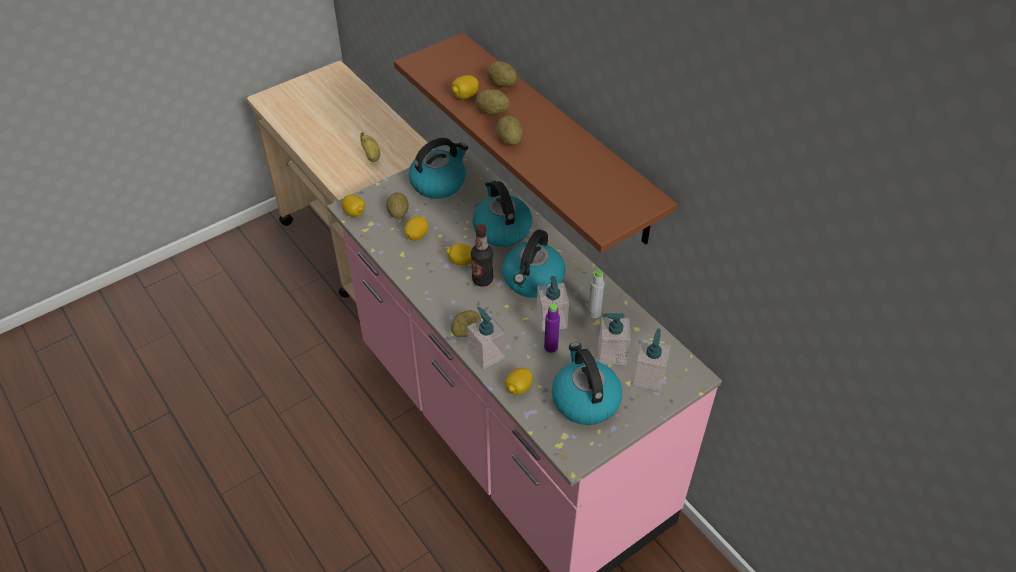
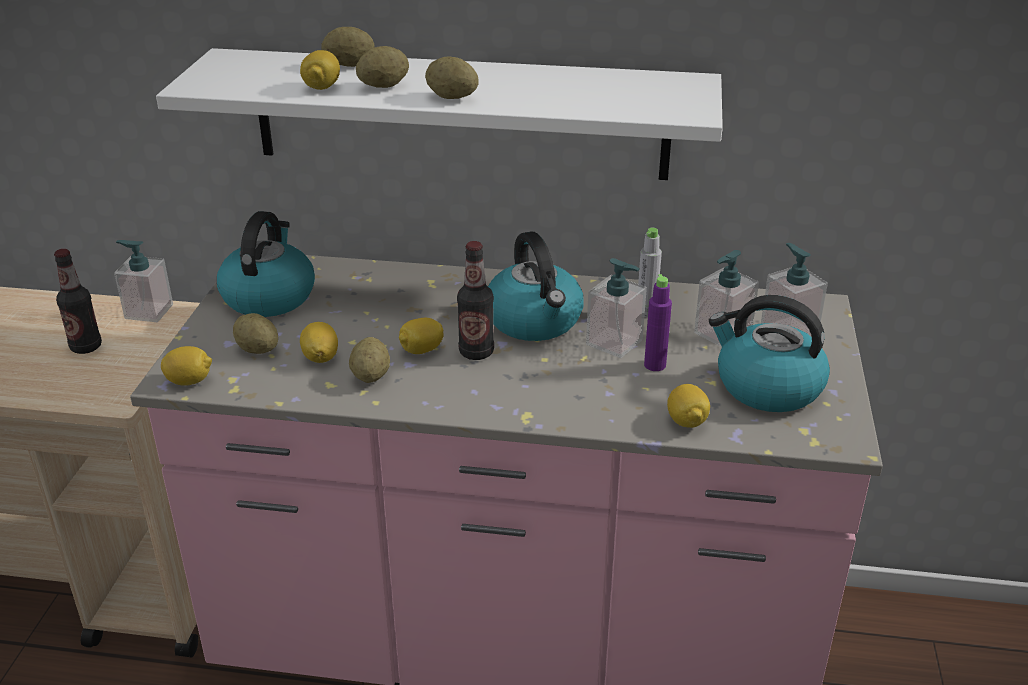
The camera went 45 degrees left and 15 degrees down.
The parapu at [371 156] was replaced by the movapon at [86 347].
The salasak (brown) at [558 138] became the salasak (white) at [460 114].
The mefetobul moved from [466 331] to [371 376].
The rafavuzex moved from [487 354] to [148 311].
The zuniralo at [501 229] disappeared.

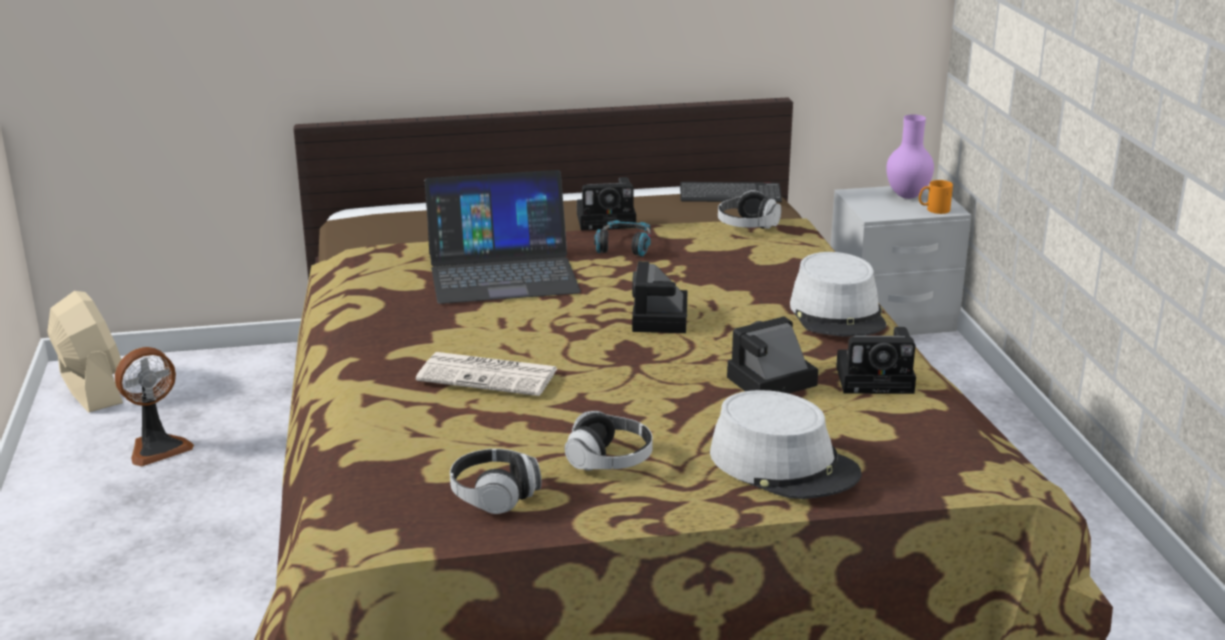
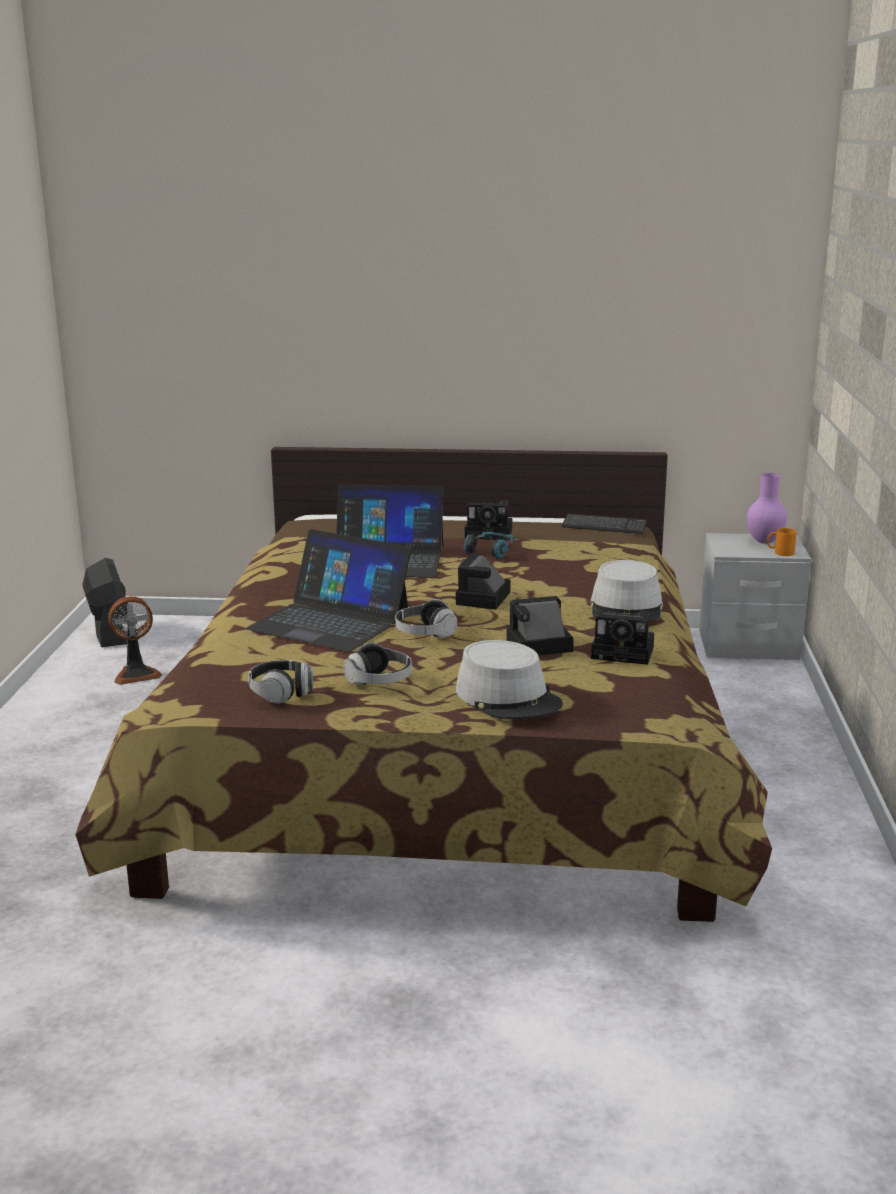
The camera went 15 degrees right and 5 degrees down.
The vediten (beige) at [91 388] became the vediten (black) at [111 632].
The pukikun at [490 375] was replaced by the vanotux at [330 621].
The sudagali moved from [747 226] to [425 634].

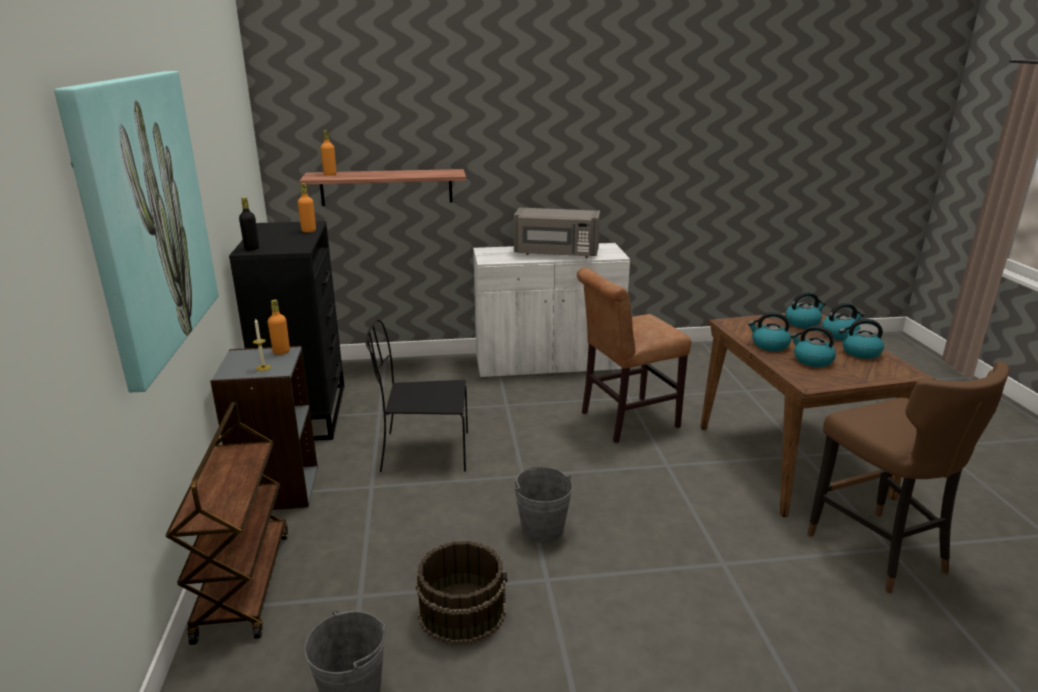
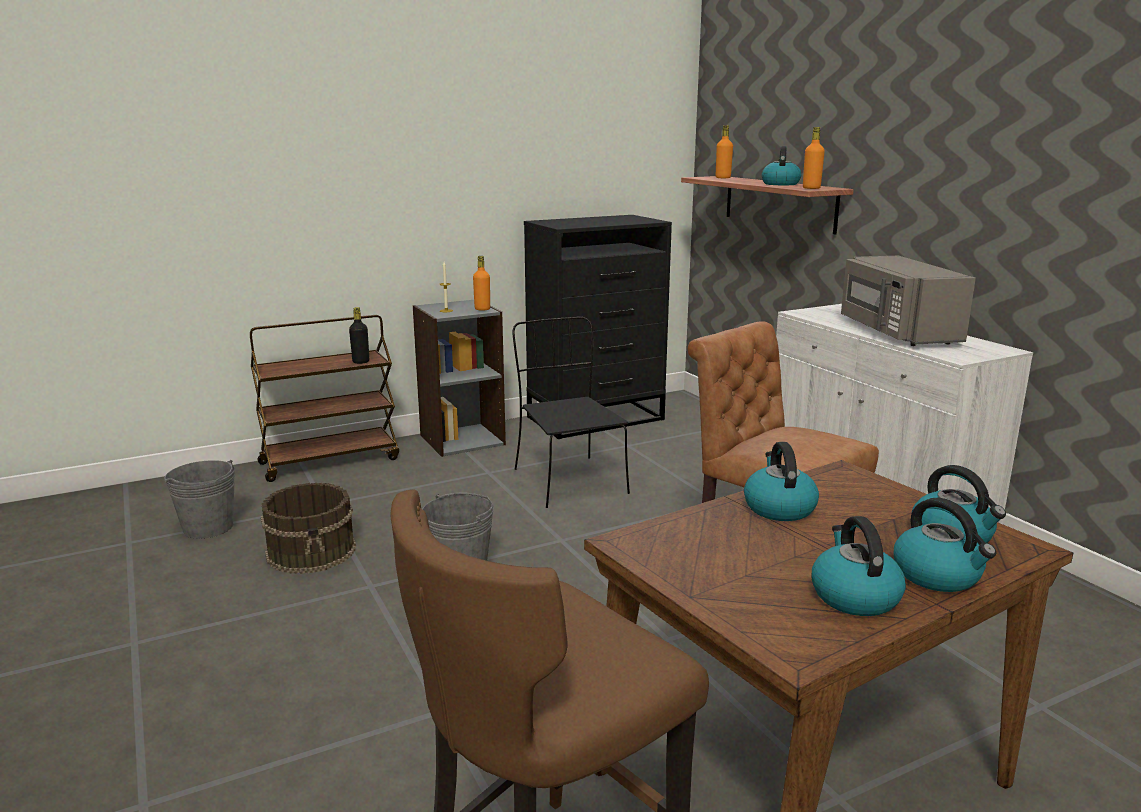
The camera went 70 degrees right and 5 degrees down.
The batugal at [146 217] disappeared.
The movapon (black) moved from [251 248] to [361 362].
The movapon (orange) moved from [309 231] to [811 188].
The zuniralo moved from [812 360] to [780 184].

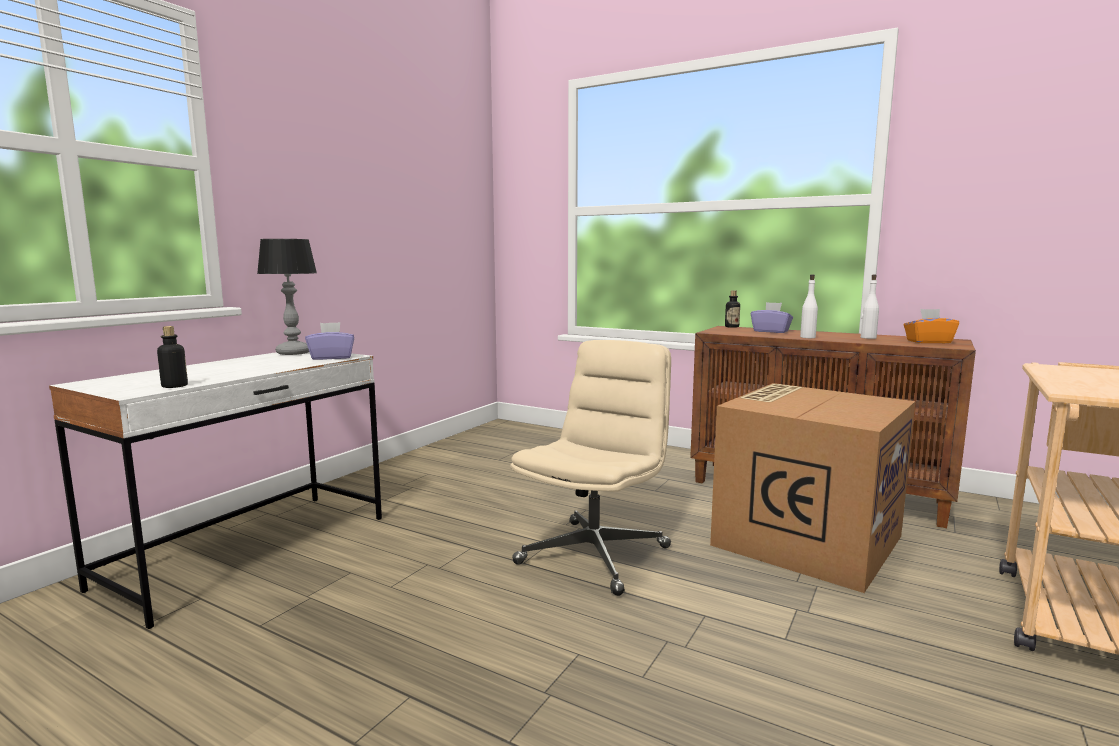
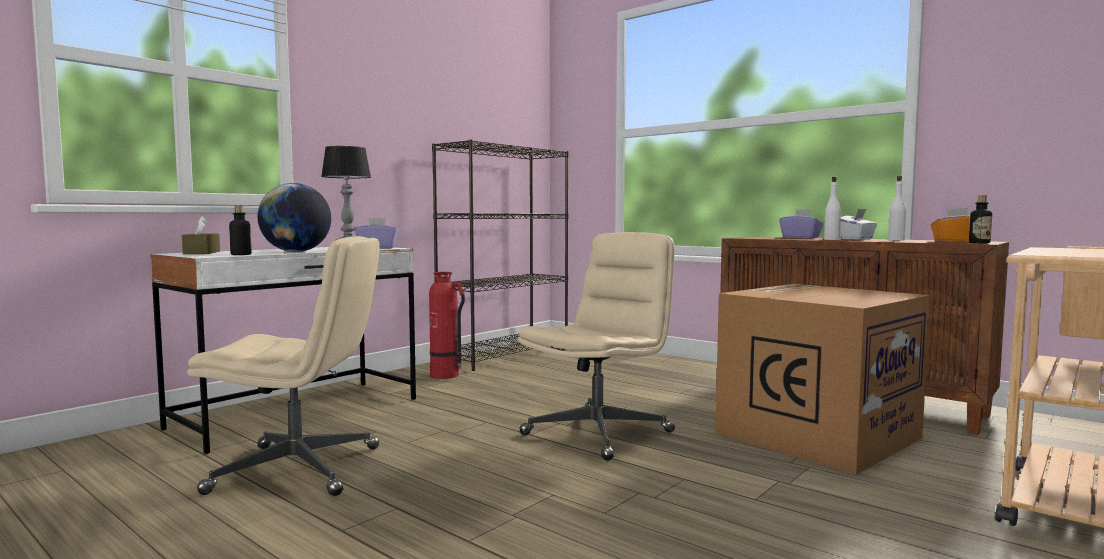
The camera went 10 degrees right and 5 degrees down.
The movapon moved from [731 327] to [979 243].
The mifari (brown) at [202 253] appeared.
The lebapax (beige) at [299 469] appeared.
The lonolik at [296 252] appeared.
The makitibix at [445 375] appeared.
The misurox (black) at [505 354] appeared.
The mifari (white) at [857 239] appeared.

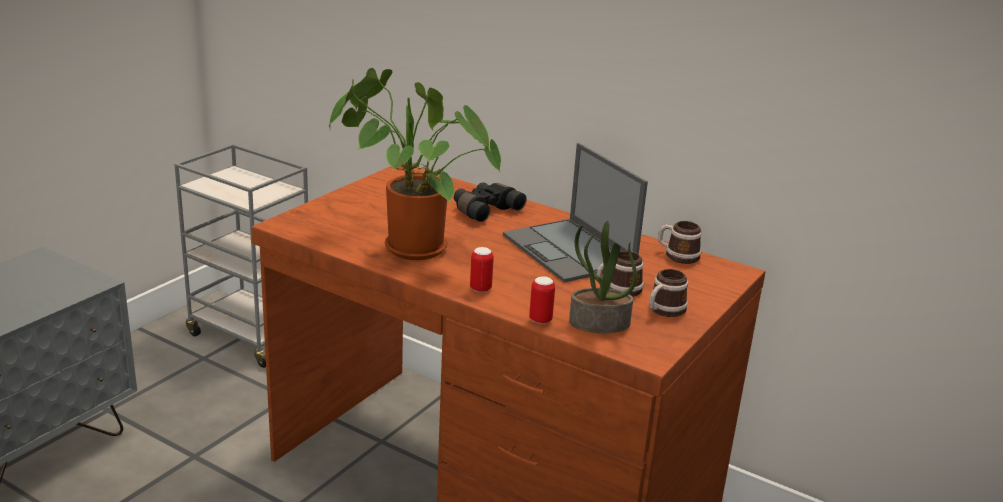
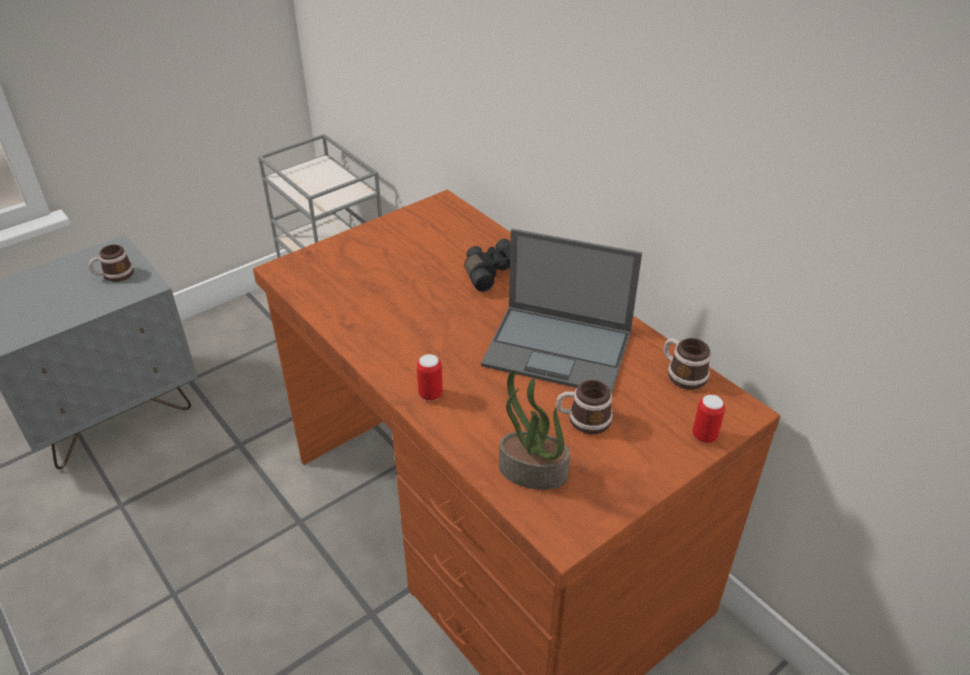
The camera went 20 degrees right and 15 degrees up.
The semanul at [408 248] disappeared.
The vanotux at [570 251] turned 60 degrees counterclockwise.
The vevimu moved from [540 320] to [704 436].
The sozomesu moved from [663 310] to [114 275].

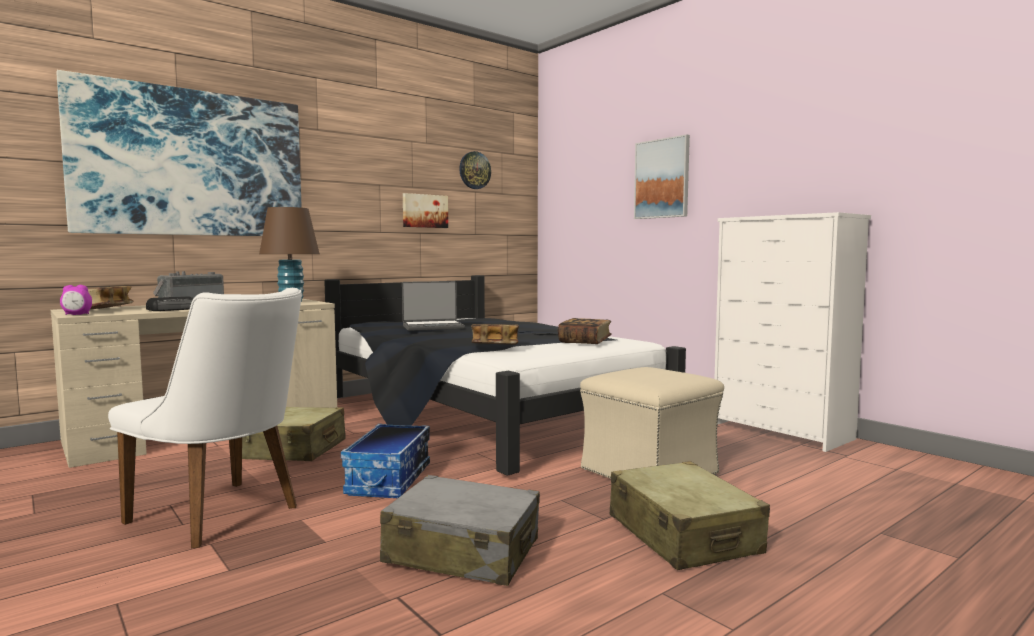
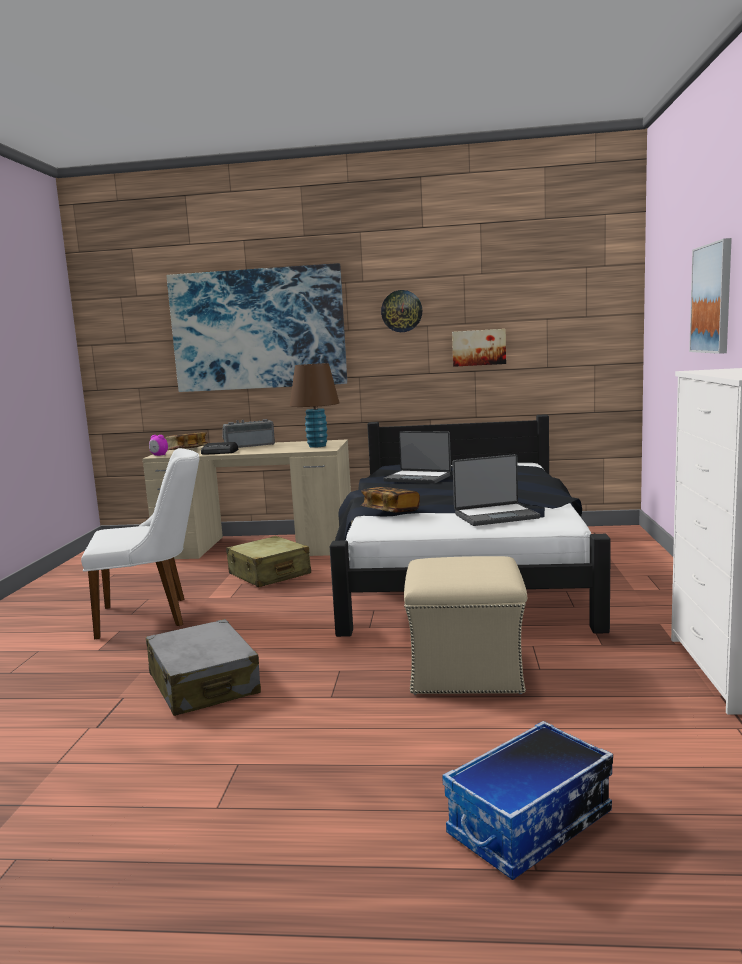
The camera went 45 degrees right and 5 degrees up.
The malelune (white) at [224 517] turned 90 degrees counterclockwise.
The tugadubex moved from [390 480] to [530 825].
The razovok moved from [474 170] to [401 311].
The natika at [584 342] was replaced by the vanotux at [495 516].
The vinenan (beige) at [683 535] disappeared.

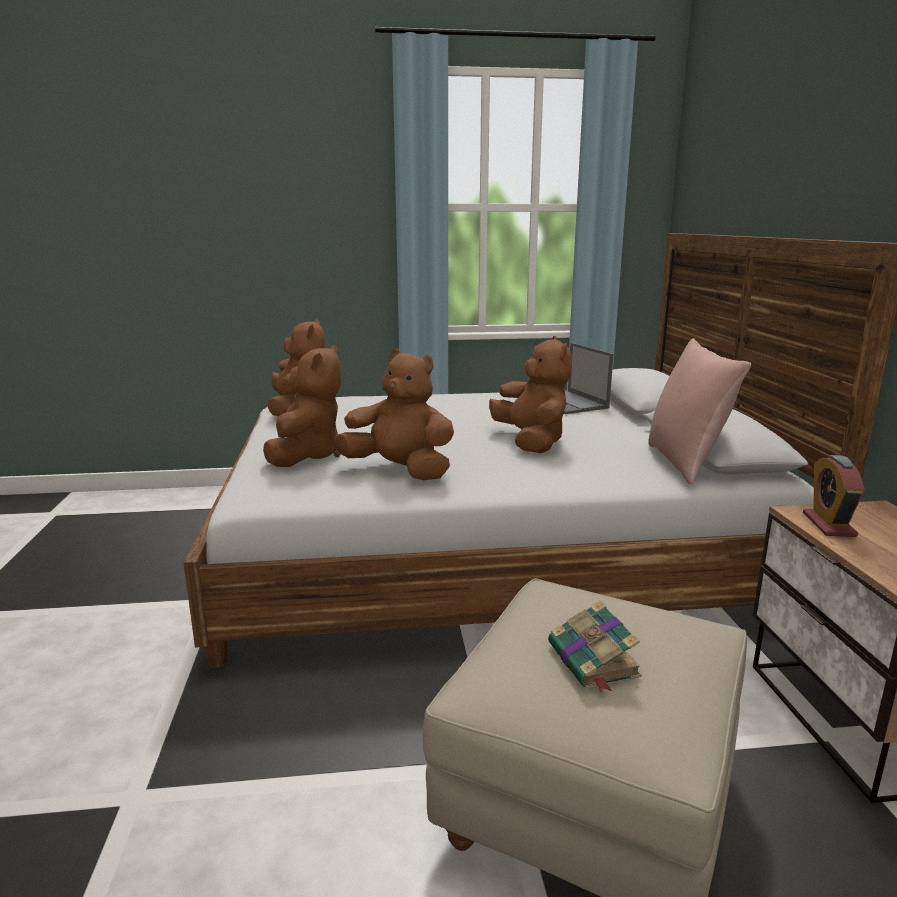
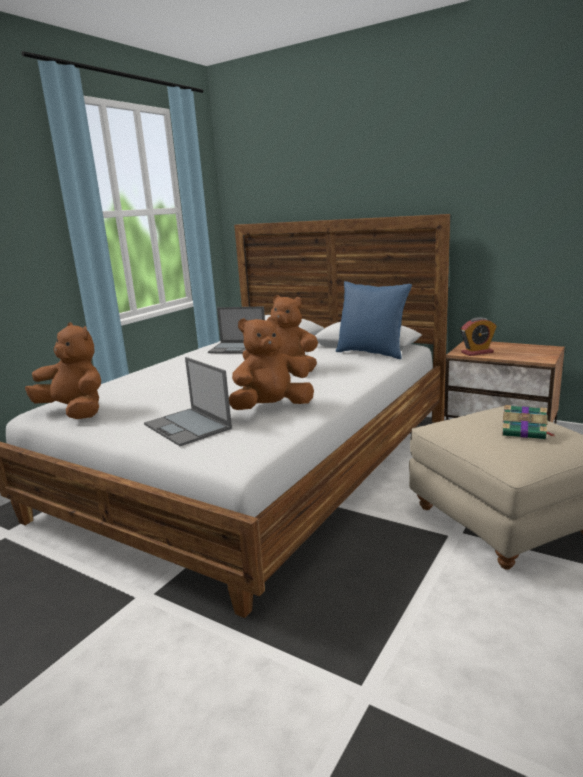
The camera went 50 degrees left and 0 degrees up.
The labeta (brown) at [306 455] was replaced by the vanotux at [188 427].
The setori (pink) at [685 463] became the setori (blue) at [372 353].
The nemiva at [828 524] turned 60 degrees counterclockwise.

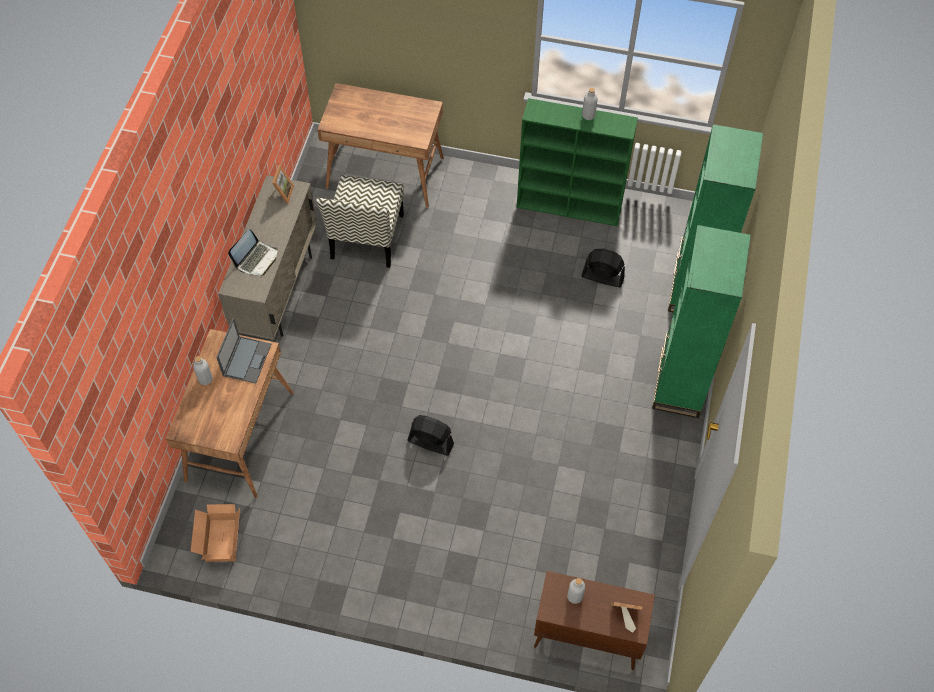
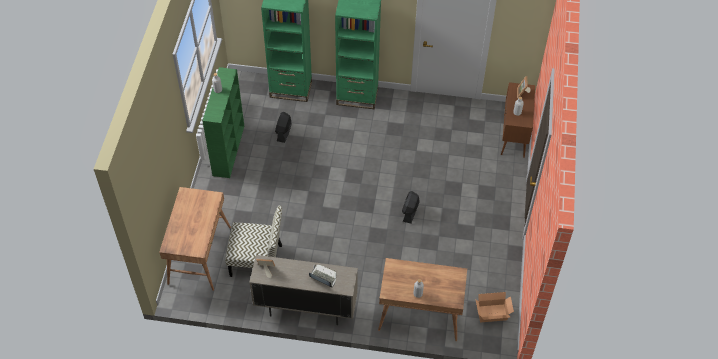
The camera went 95 degrees left and 5 degrees down.
The vanotux at [247 359] disappeared.

